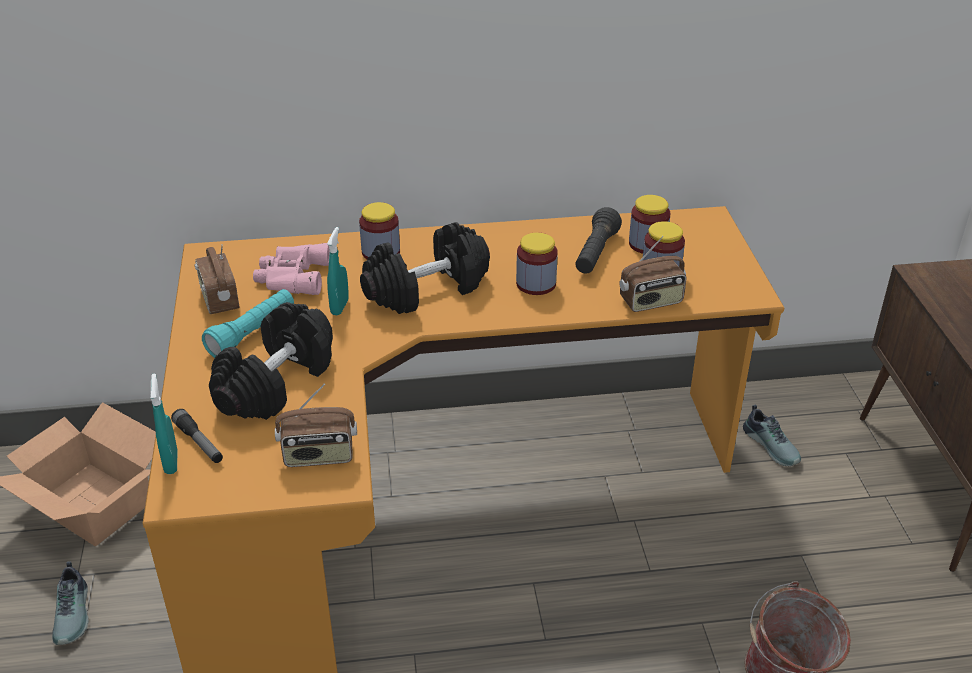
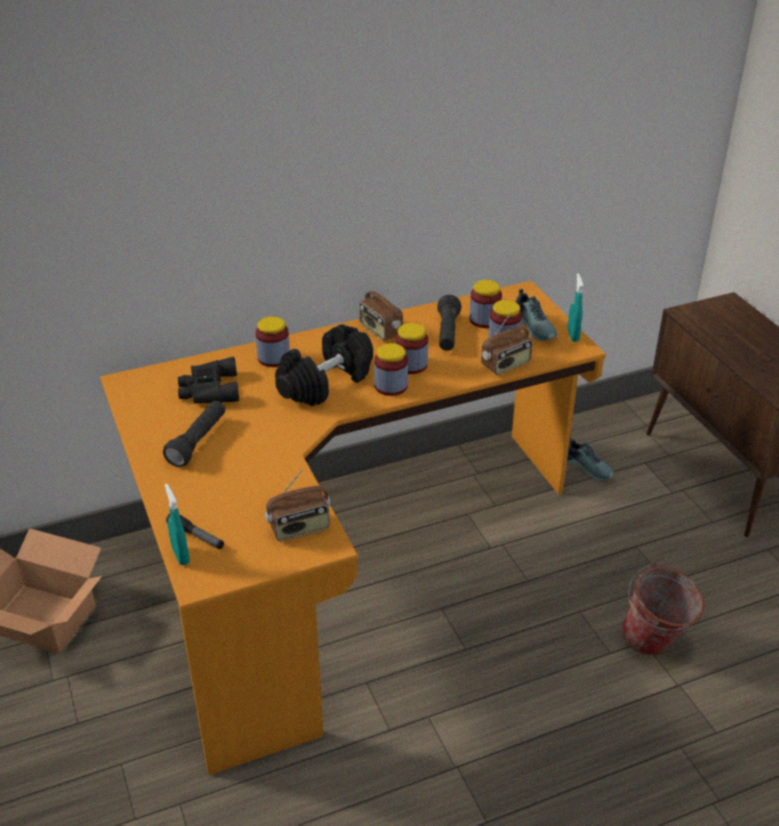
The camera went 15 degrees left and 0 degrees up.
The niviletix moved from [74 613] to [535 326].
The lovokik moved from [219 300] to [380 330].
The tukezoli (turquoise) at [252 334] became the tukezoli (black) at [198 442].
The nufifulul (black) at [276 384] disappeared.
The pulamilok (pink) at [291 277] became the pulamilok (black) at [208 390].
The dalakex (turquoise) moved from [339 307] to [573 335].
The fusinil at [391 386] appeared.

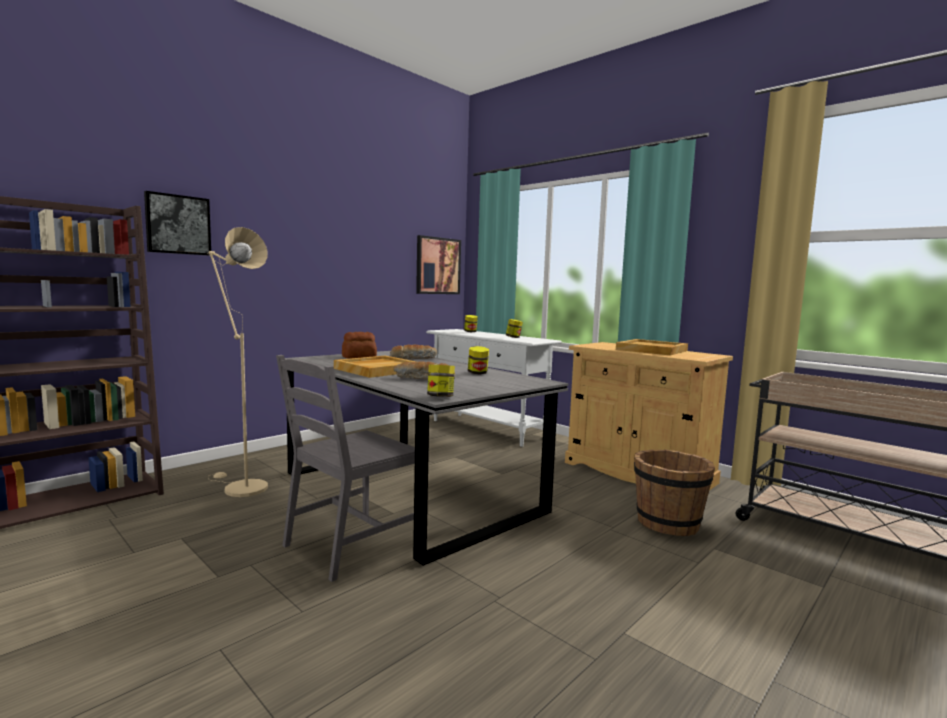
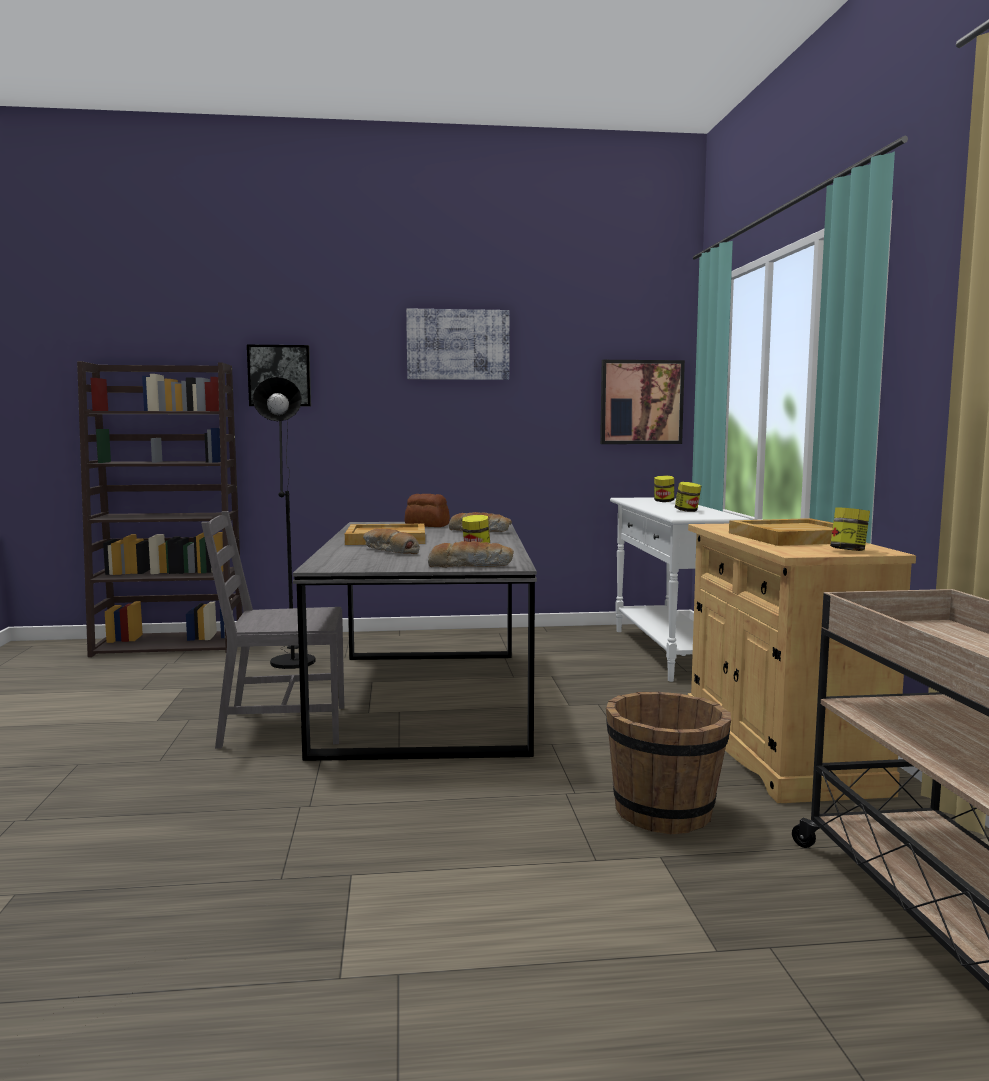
The camera went 40 degrees right and 0 degrees up.
The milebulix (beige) at [240 487] became the milebulix (black) at [291 660].
The fusinil moved from [440 397] to [848 551].
The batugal at [458 344] appeared.
The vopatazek at [471 566] appeared.

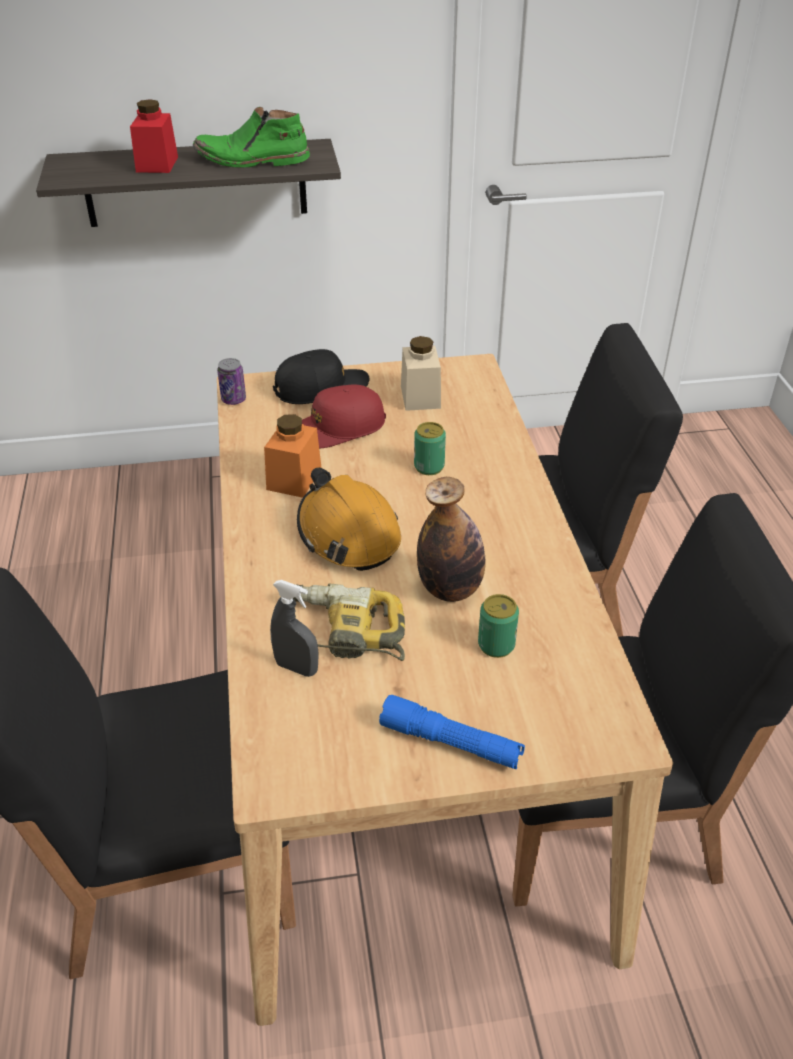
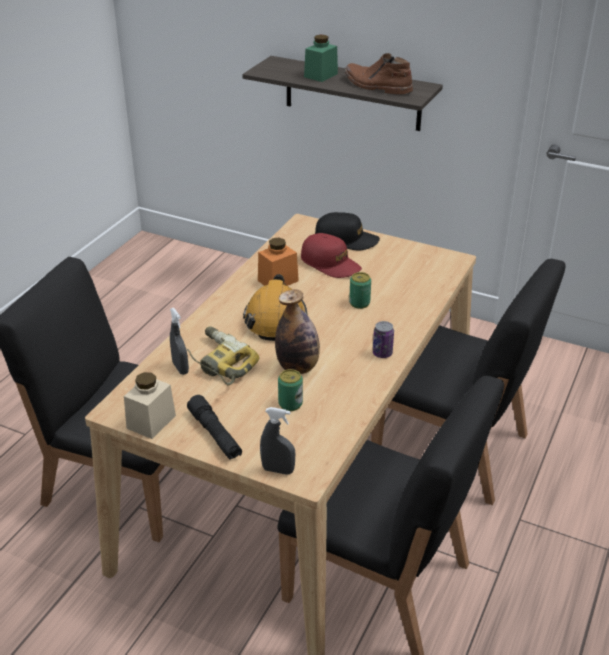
The camera went 35 degrees right and 5 degrees down.
The fusinil (red) at [157 164] became the fusinil (green) at [321 75].
The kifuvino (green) at [252 160] became the kifuvino (brown) at [376 86].
The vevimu moved from [233 400] to [382 353].
The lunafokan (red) at [336 428] turned 150 degrees counterclockwise.
The tukezoli (blue) at [451 743] became the tukezoli (black) at [215 435].
The fusinil (beige) moved from [420 397] to [151 422].
The dalakex (grey) at [278 470] appeared.

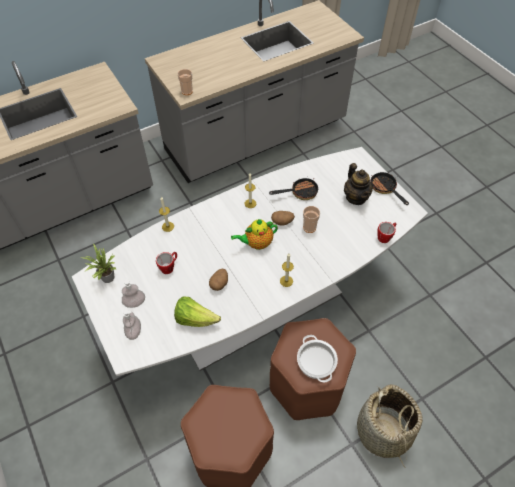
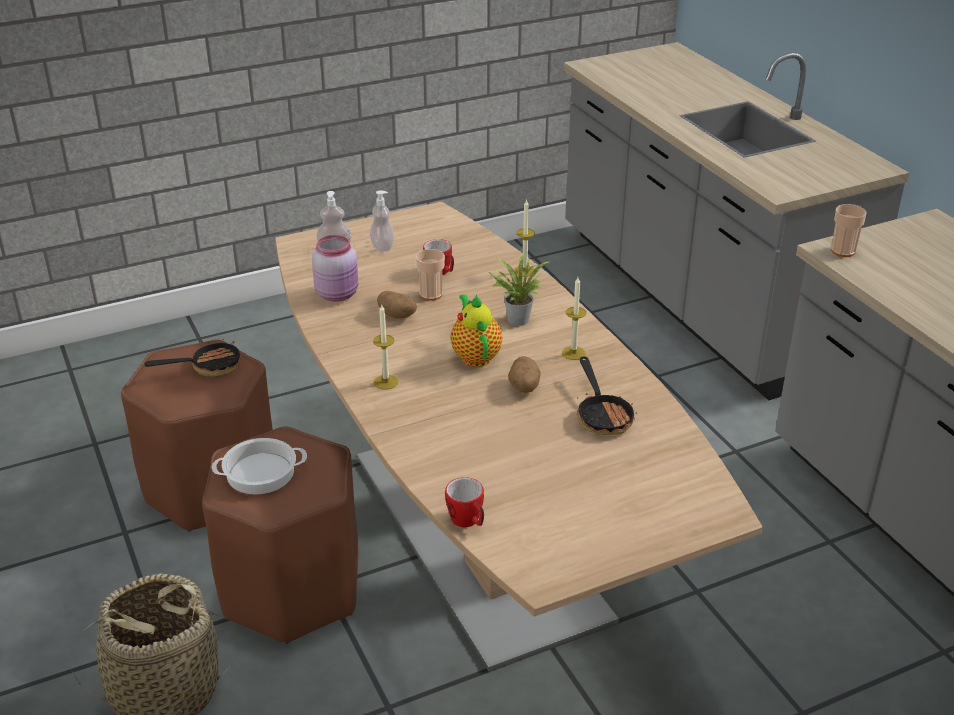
The camera went 95 degrees right and 20 degrees down.
The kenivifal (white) at [257 304] became the kenivifal (brown) at [477 535].
The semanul moved from [106 278] to [516 318].
The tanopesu at [195 319] was replaced by the fusinil (pink) at [338 294].
The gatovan moved from [309 228] to [430 294].
The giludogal at [356 197] disappeared.
The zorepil moved from [385 189] to [208 367].

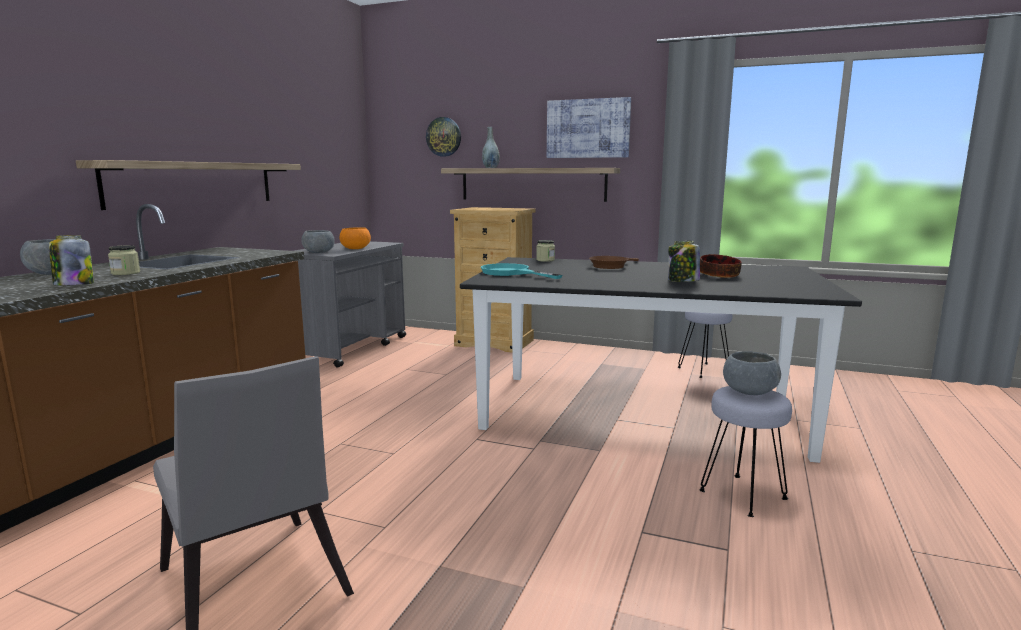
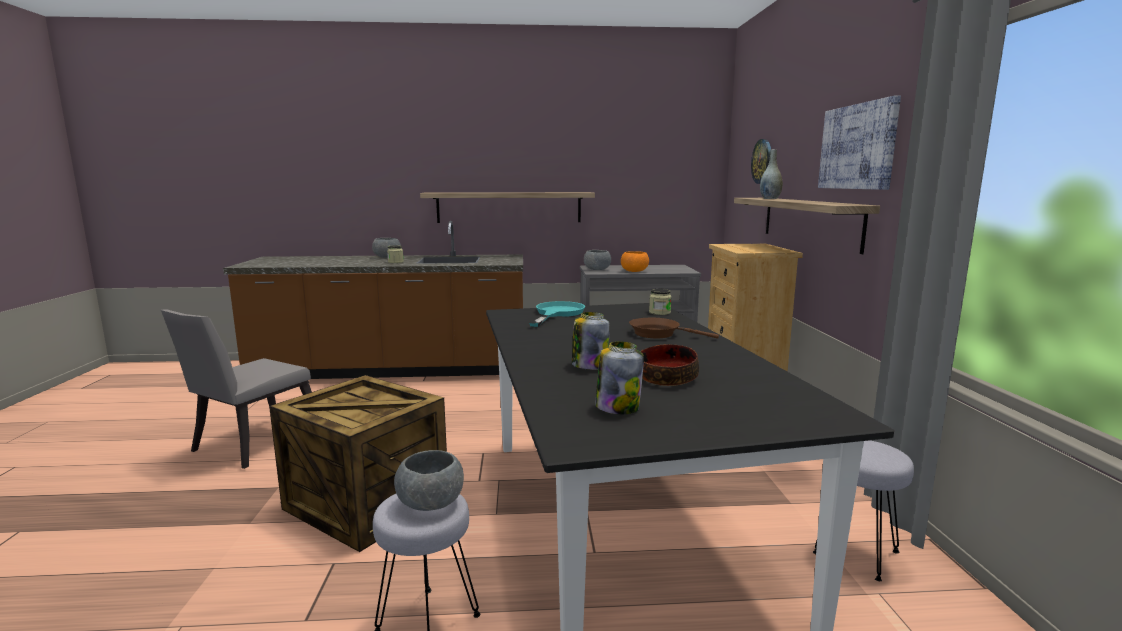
The camera went 65 degrees right and 0 degrees up.
The fusinil moved from [74 285] to [617 407].
The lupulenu at [364 504] appeared.

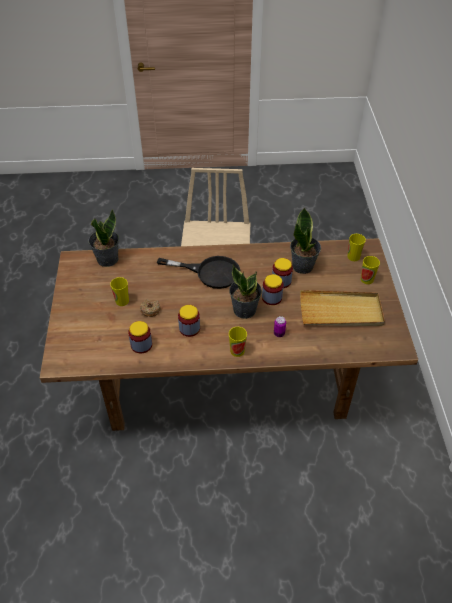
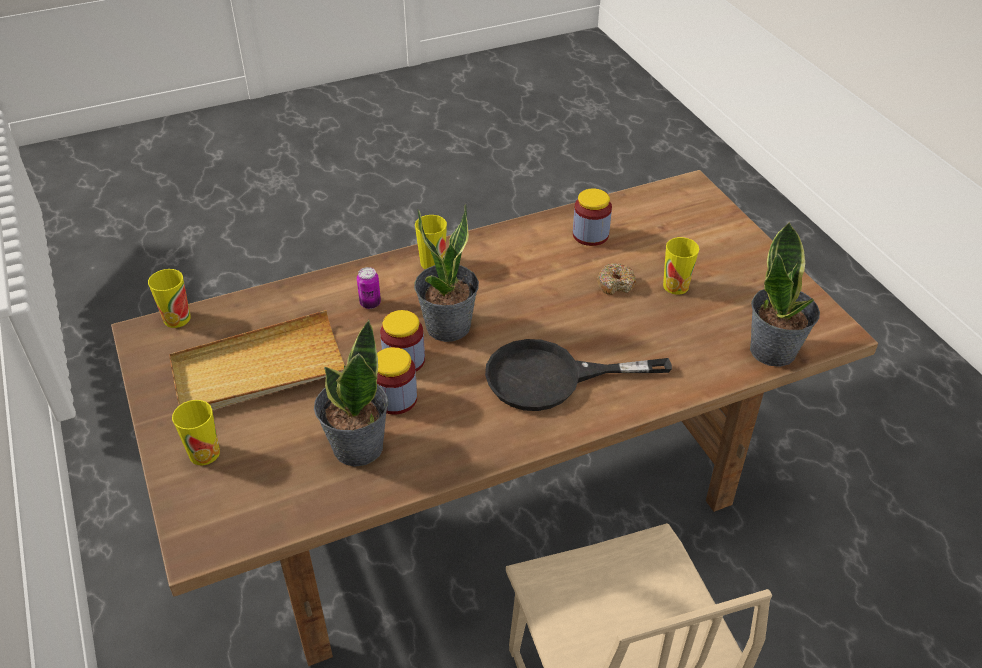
The camera went 160 degrees right and 5 degrees down.
The fusinil at [189 328] disappeared.
The gatovan moved from [353 257] to [177 318].

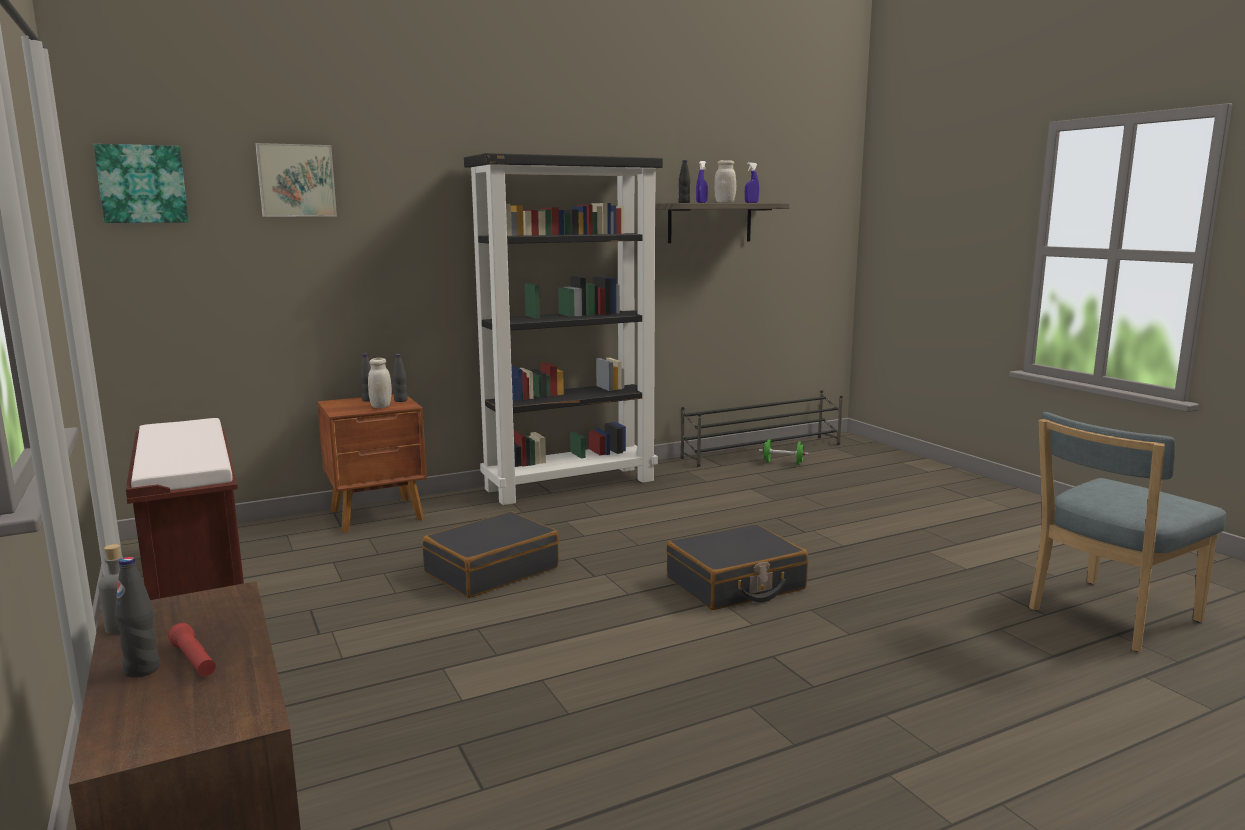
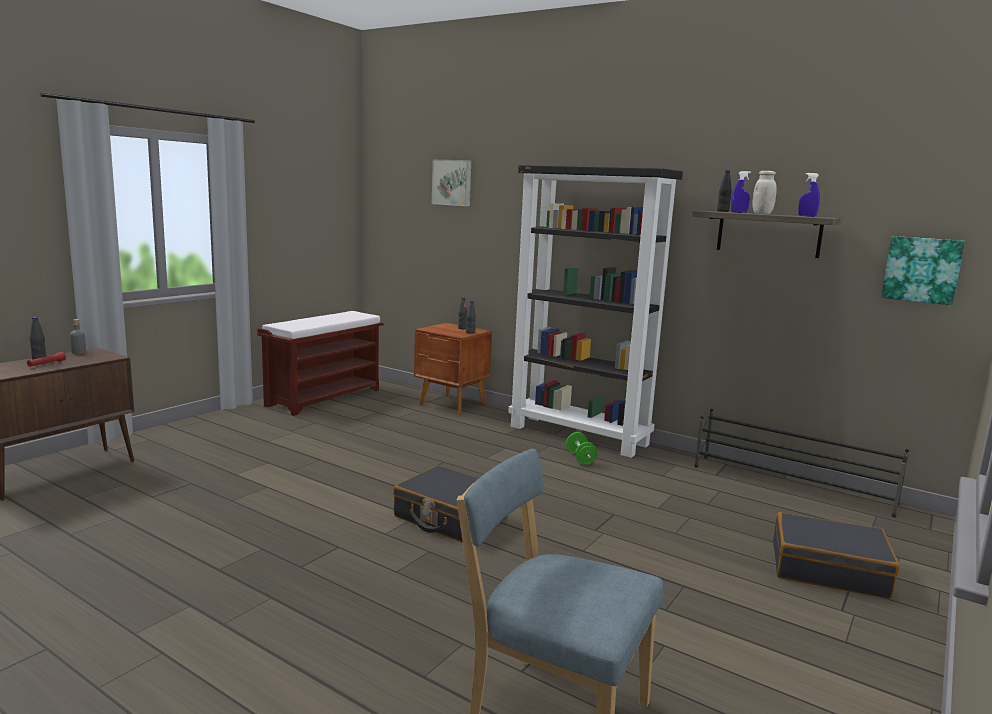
The camera went 60 degrees right and 0 degrees up.
The batugal moved from [142 184] to [922 269].
The fusinil (white) at [381 406] disappeared.
The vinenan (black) moved from [491 570] to [828 569].
The nufifulul (green) moved from [783 463] to [580 458].

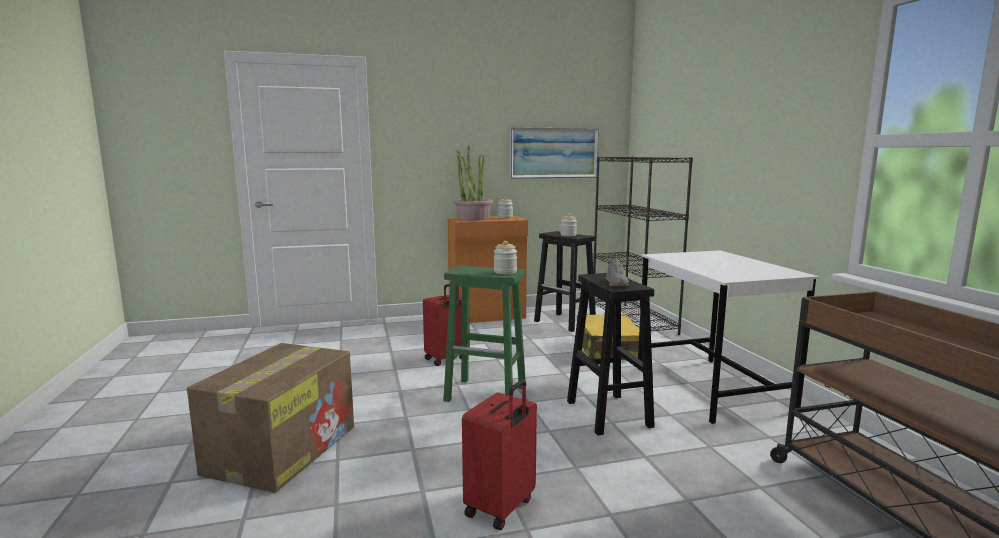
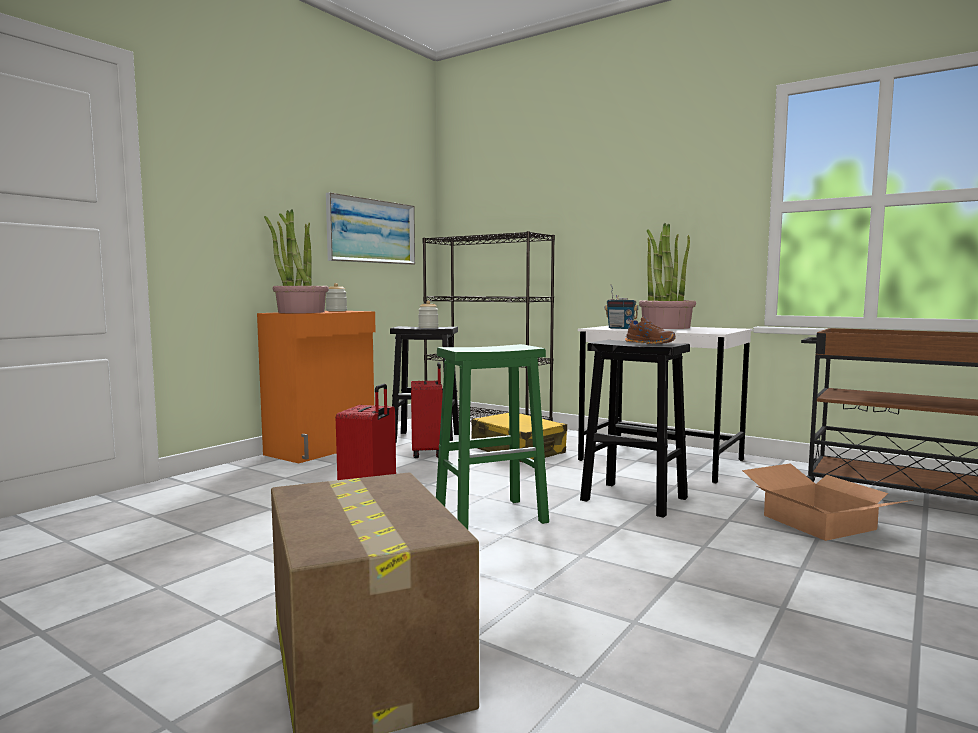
The camera went 40 degrees left and 5 degrees down.
The vinenan (red) moved from [501 508] to [428 453].
The fusinil at [505 272] disappeared.
The niviletix (grey) at [617 283] became the niviletix (brown) at [650 343].
The lovokik at [620 328] appeared.
The semanul at [665 327] appeared.
The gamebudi at [820 522] appeared.

